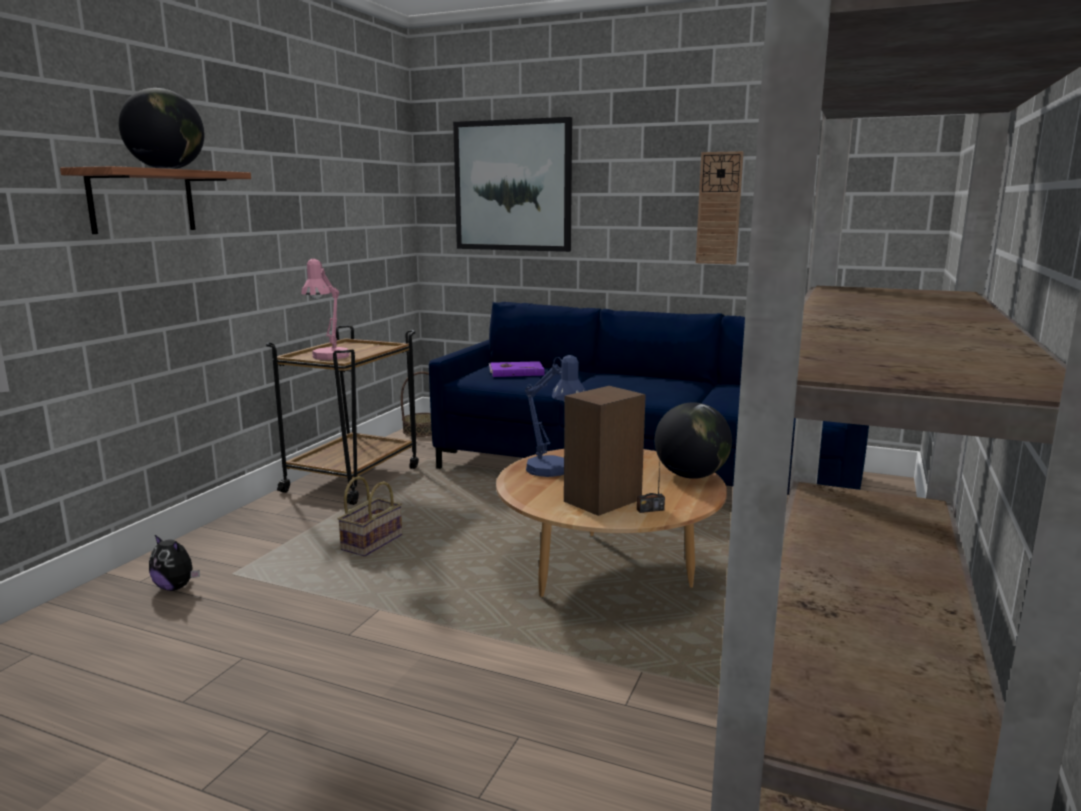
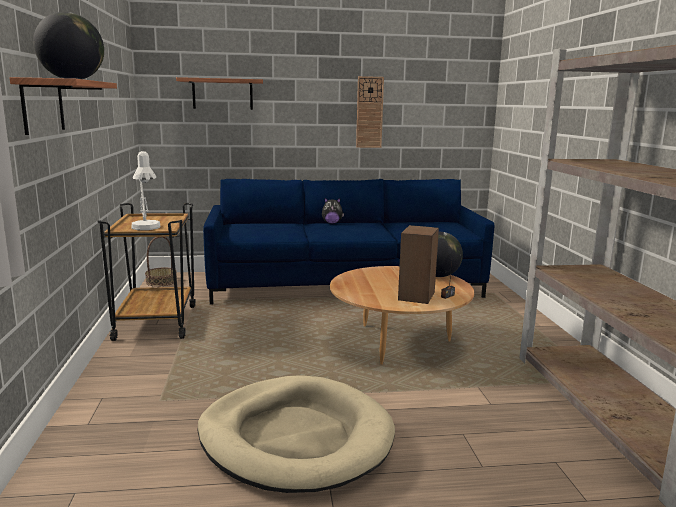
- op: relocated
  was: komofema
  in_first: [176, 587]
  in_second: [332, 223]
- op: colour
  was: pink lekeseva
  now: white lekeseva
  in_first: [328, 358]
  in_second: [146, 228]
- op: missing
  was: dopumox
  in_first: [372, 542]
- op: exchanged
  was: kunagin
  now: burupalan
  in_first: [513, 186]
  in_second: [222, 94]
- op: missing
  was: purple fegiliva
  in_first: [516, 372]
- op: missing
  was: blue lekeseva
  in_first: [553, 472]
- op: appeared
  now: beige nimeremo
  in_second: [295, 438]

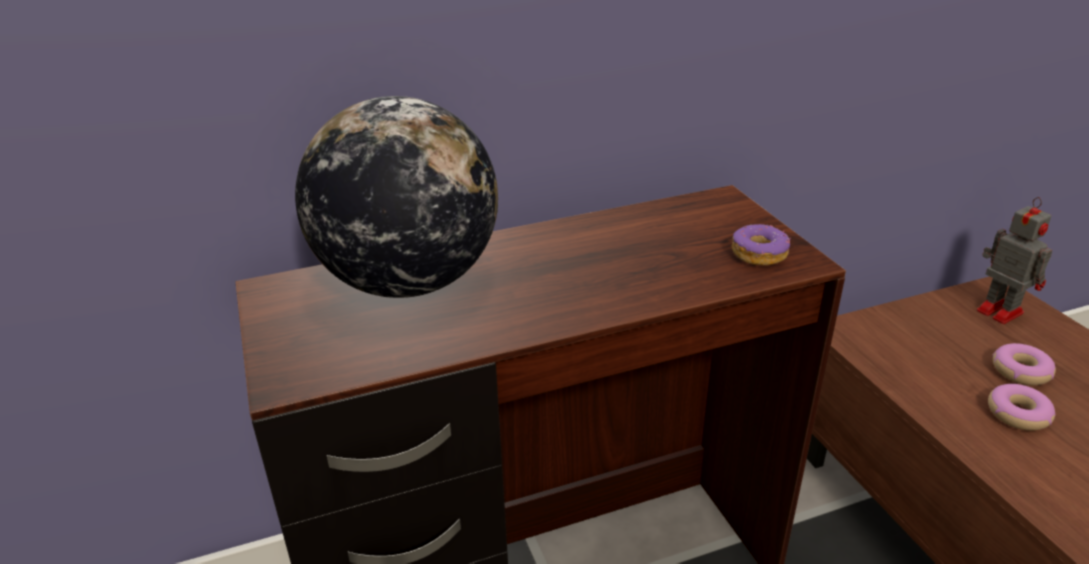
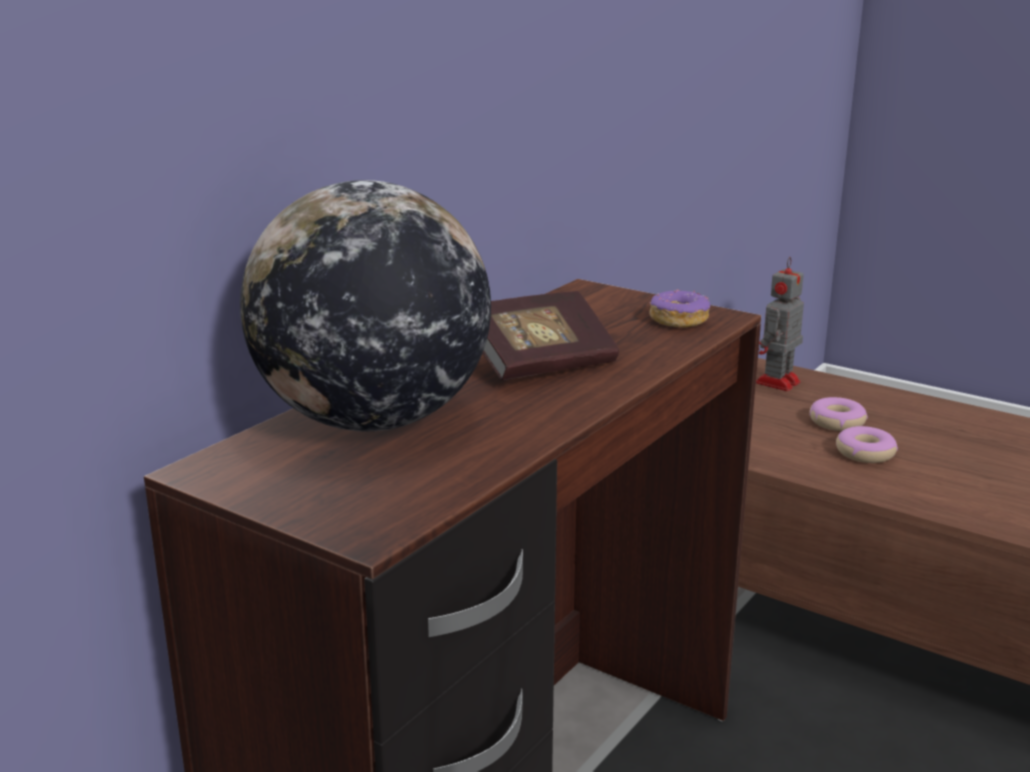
- op: spun
  was: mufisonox
  in_first: [997, 310]
  in_second: [776, 383]
  clockwise: -75
- op: appeared
  now: fegiliva
  in_second: [541, 364]

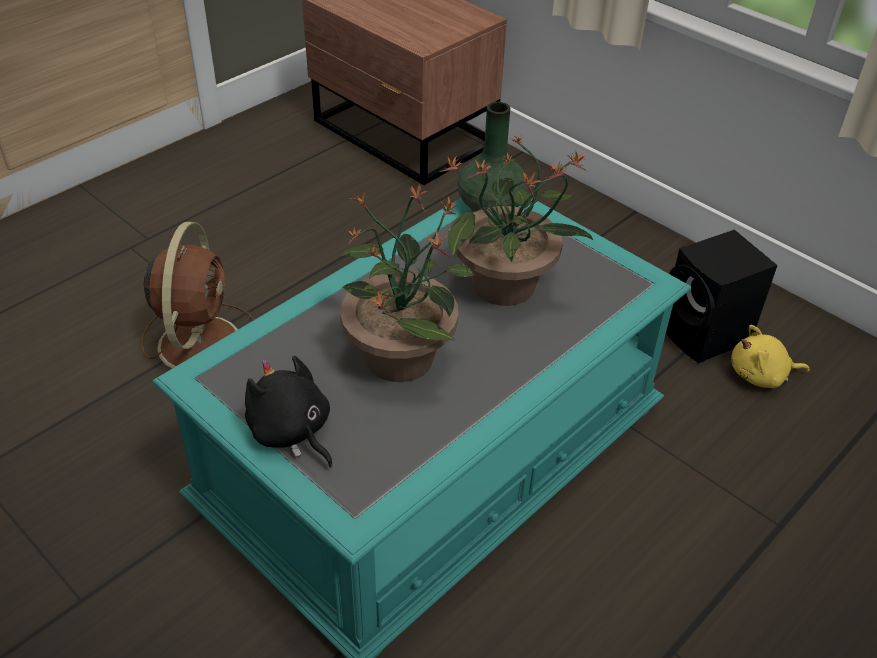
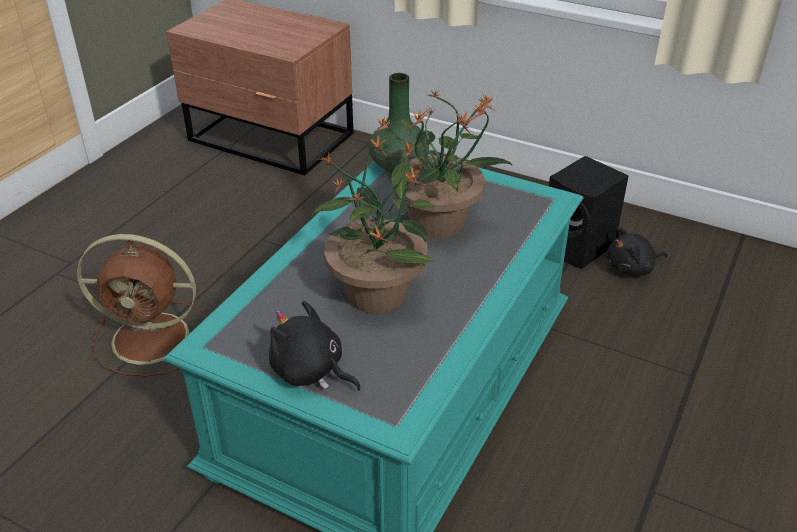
- op: spun
  was: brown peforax
  in_first: [200, 341]
  in_second: [154, 338]
  clockwise: 105
- op: colour
  was: yellow komofema
  now: black komofema
  in_first: [761, 375]
  in_second: [632, 268]

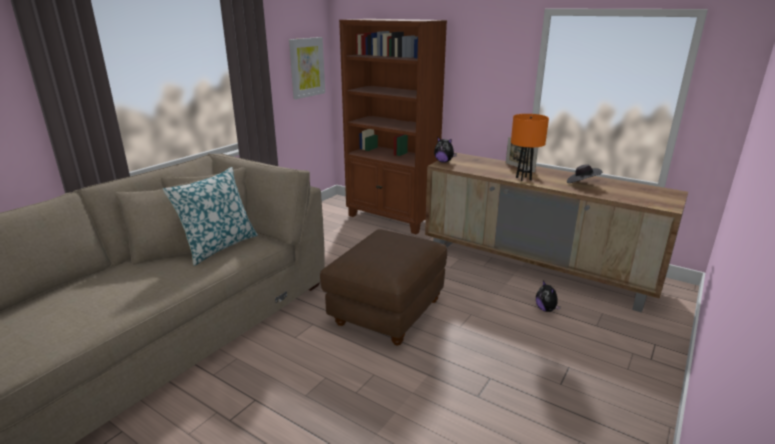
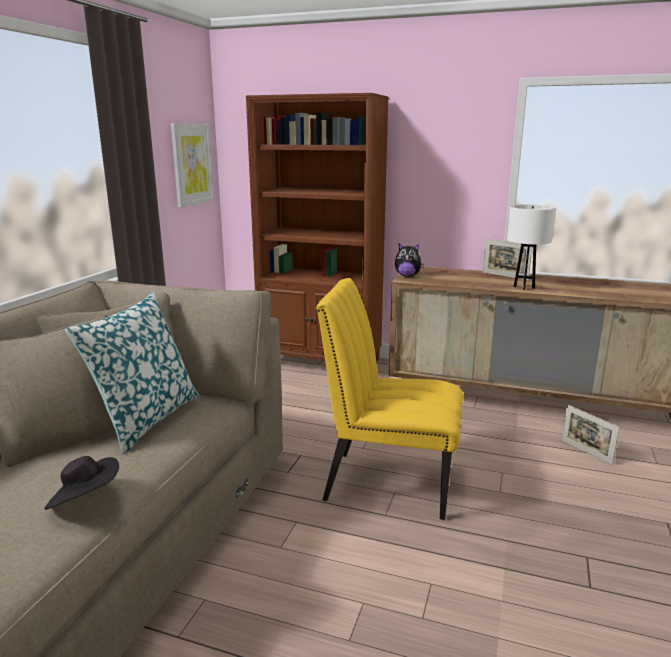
- op: exchanged
  was: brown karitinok
  now: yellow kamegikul
  in_first: [387, 310]
  in_second: [390, 484]
- op: colour
  was: orange lekeseva
  now: white lekeseva
  in_first: [523, 178]
  in_second: [523, 287]
- op: exchanged
  was: komofema
  now: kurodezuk
  in_first: [546, 309]
  in_second: [586, 452]
- op: relocated
  was: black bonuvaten
  in_first: [582, 183]
  in_second: [85, 500]

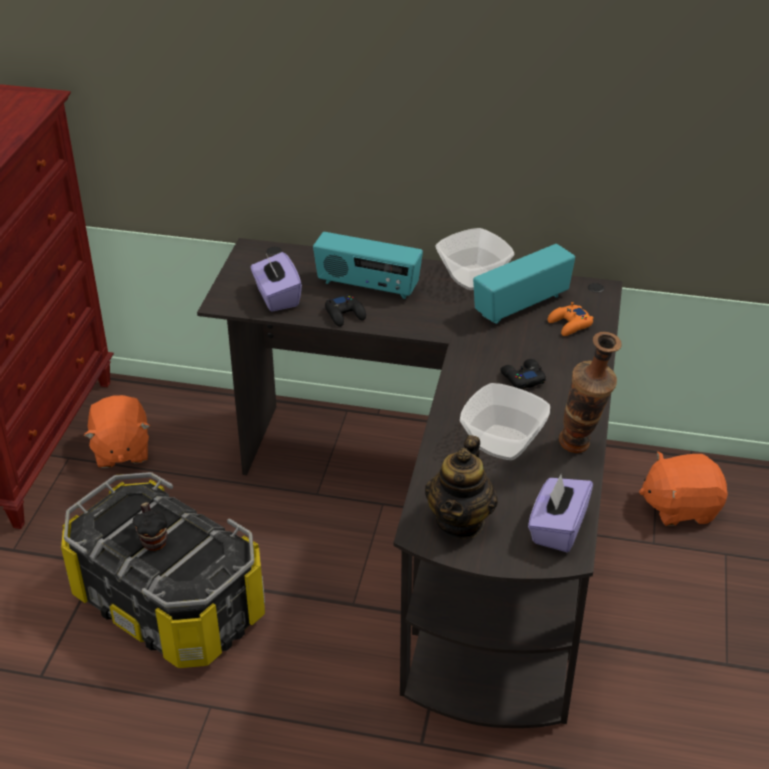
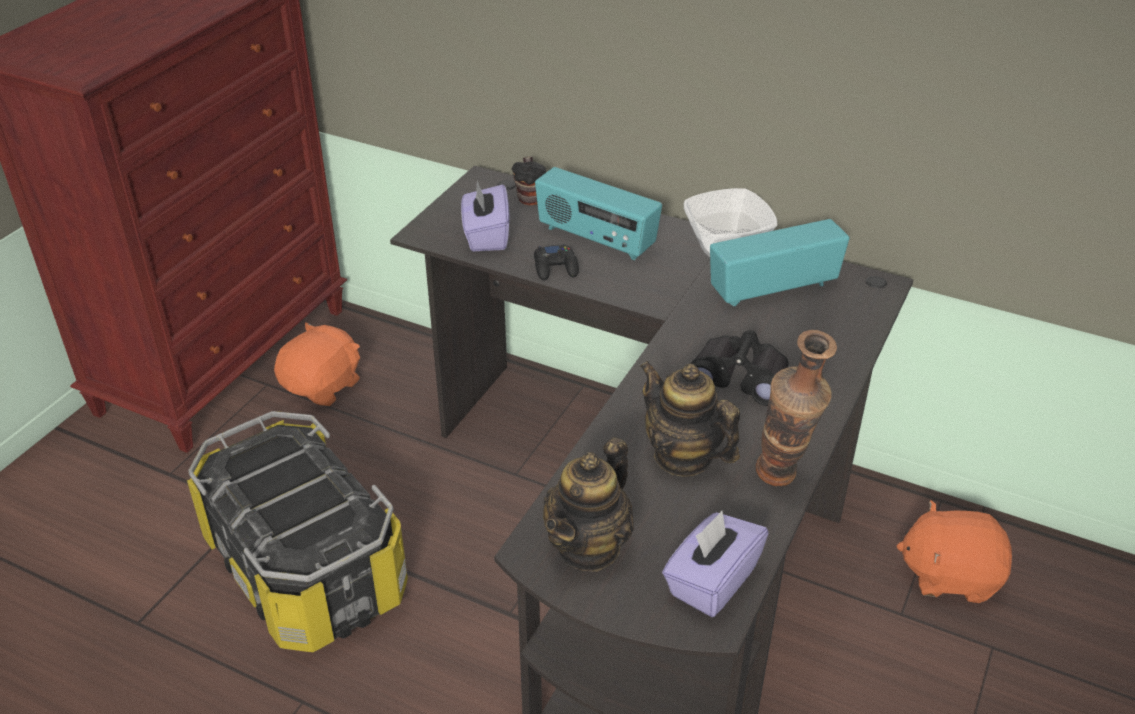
- op: spun
  was: orange komofema
  in_first: [121, 450]
  in_second: [323, 386]
  clockwise: -150
- op: relocated
  was: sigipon
  in_first: [153, 539]
  in_second: [530, 196]
- op: exchanged
  was: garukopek
  now: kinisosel
  in_first: [503, 444]
  in_second: [683, 456]
- op: exchanged
  was: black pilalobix
  now: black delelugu
  in_first: [522, 378]
  in_second: [740, 378]
- op: missing
  was: orange pilalobix
  in_first: [570, 324]

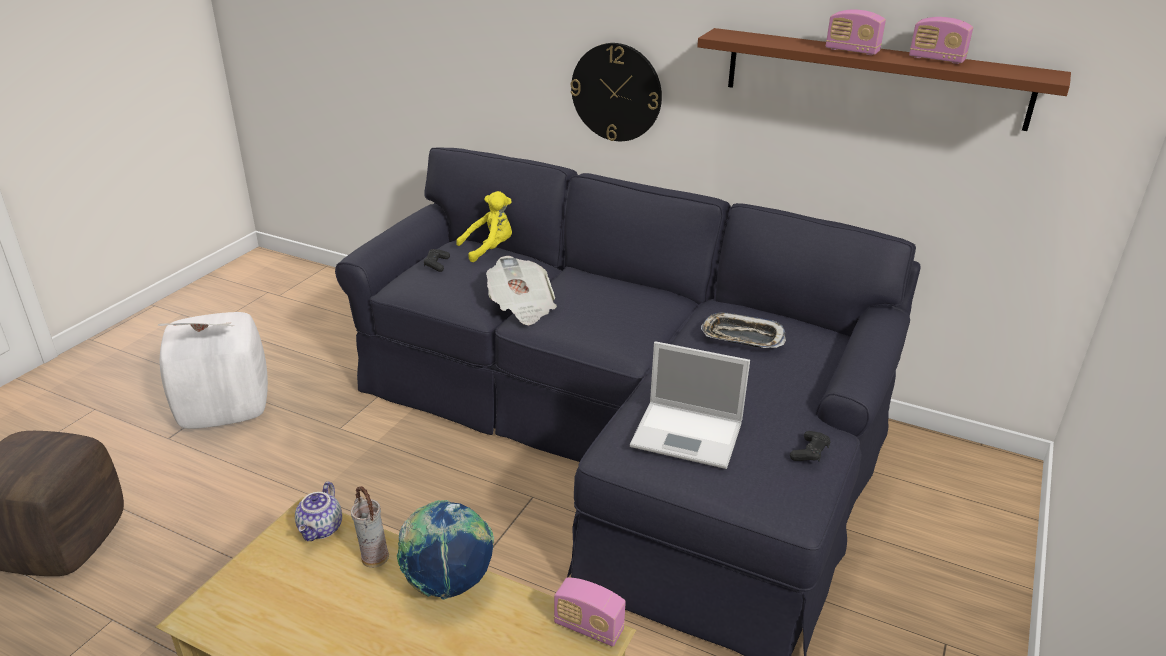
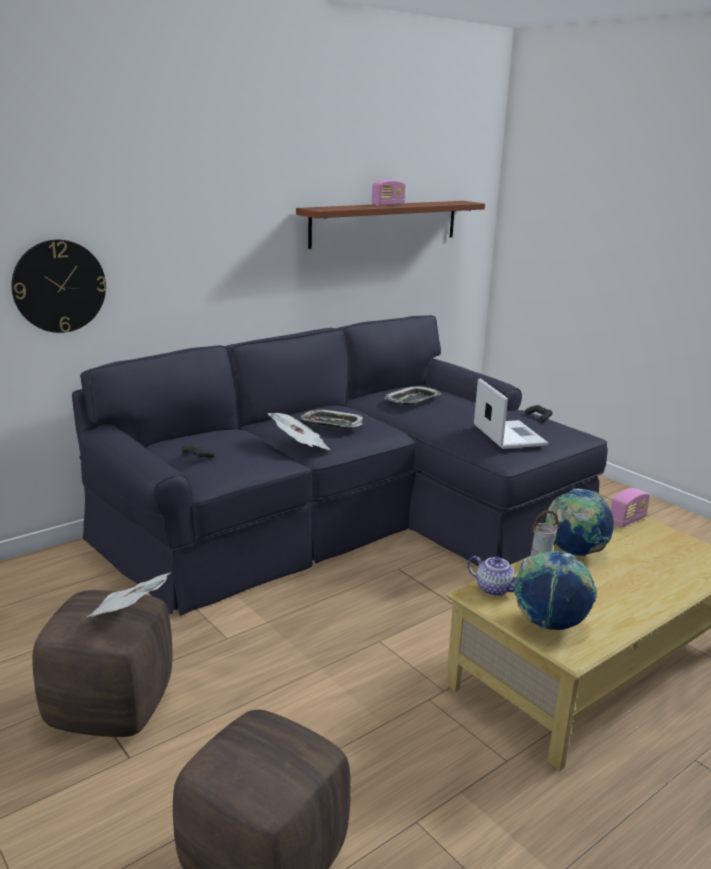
- op: colour
  was: white karitinok
  now: brown karitinok
  in_first: [225, 407]
  in_second: [110, 707]
- op: missing
  was: yellow komofema
  in_first: [489, 249]
- op: relocated
  was: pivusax
  in_first: [616, 92]
  in_second: [59, 286]
- op: spun
  was: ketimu
  in_first: [689, 435]
  in_second: [508, 435]
  clockwise: -60
- op: missing
  was: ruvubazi
  in_first: [936, 59]
- op: appeared
  now: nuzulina
  in_second: [331, 423]
- op: appeared
  now: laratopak
  in_second: [549, 624]

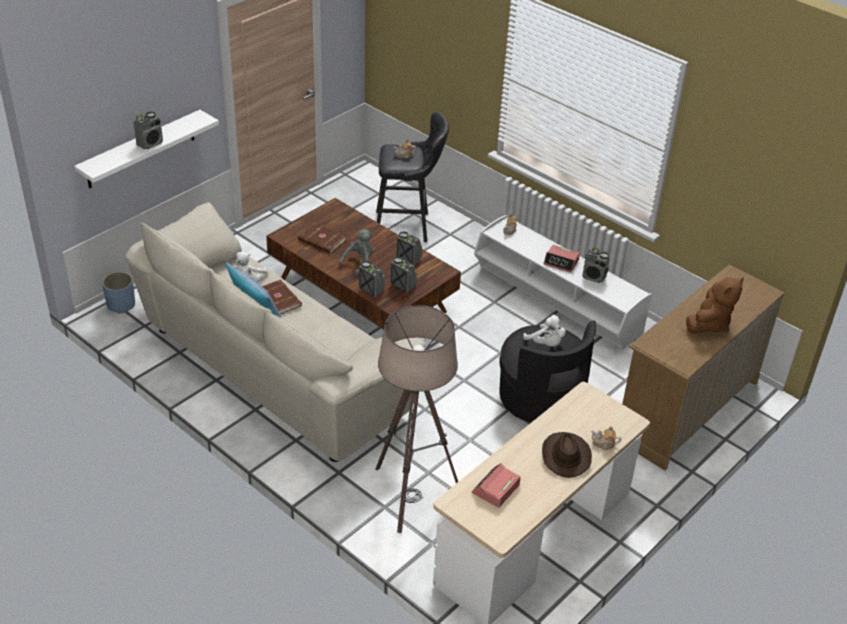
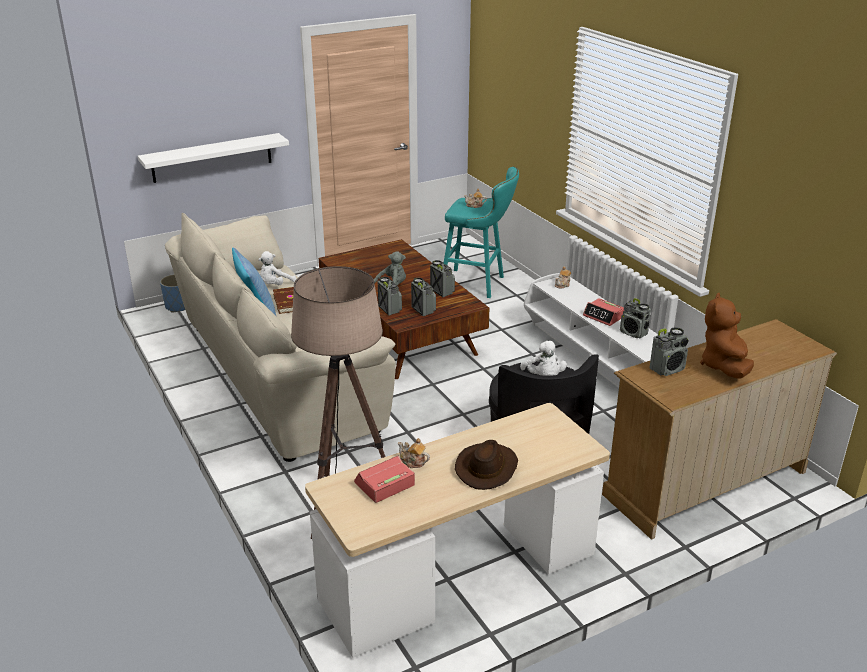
- op: relocated
  was: ruvubazi
  in_first: [150, 143]
  in_second: [667, 369]
- op: missing
  was: brown fegiliva
  in_first: [321, 240]
- op: colour
  was: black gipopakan
  now: turquoise gipopakan
  in_first: [409, 226]
  in_second: [480, 284]
- op: relocated
  was: kinisosel
  in_first: [604, 444]
  in_second: [412, 462]
- op: spun
  was: brown komofema
  in_first: [709, 324]
  in_second: [724, 366]
  clockwise: 135

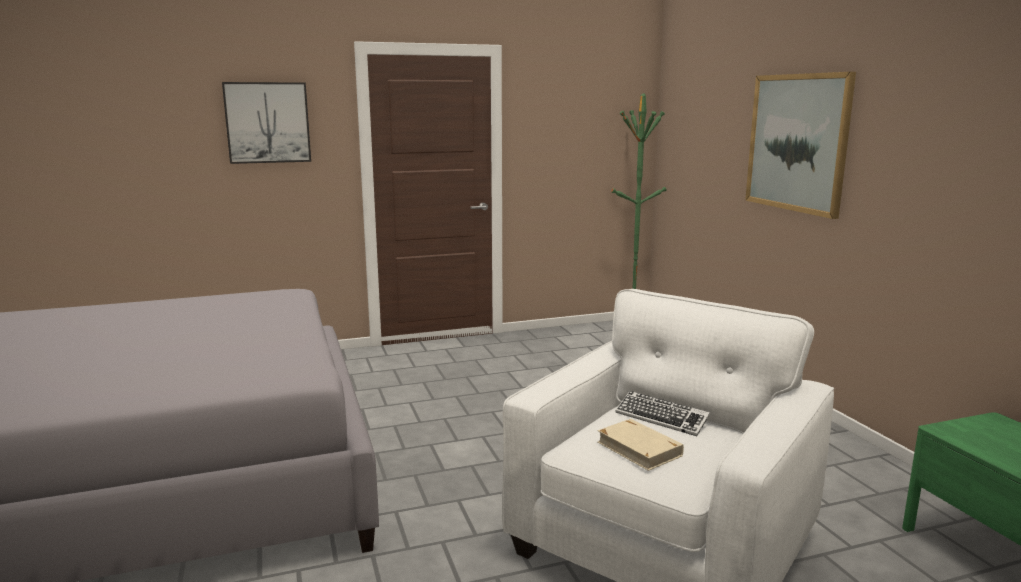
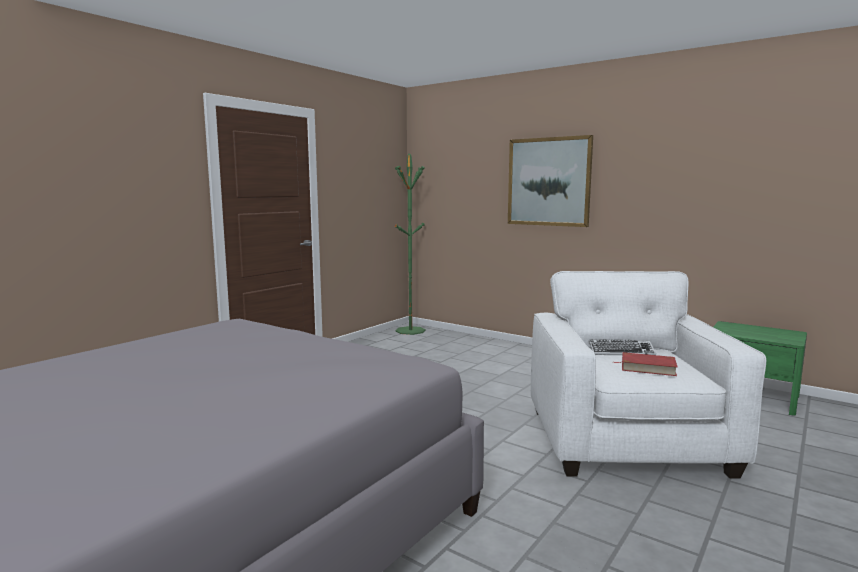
- op: missing
  was: kunagin
  in_first: [267, 122]
- op: colour
  was: beige fegiliva
  now: red fegiliva
  in_first: [639, 448]
  in_second: [647, 368]

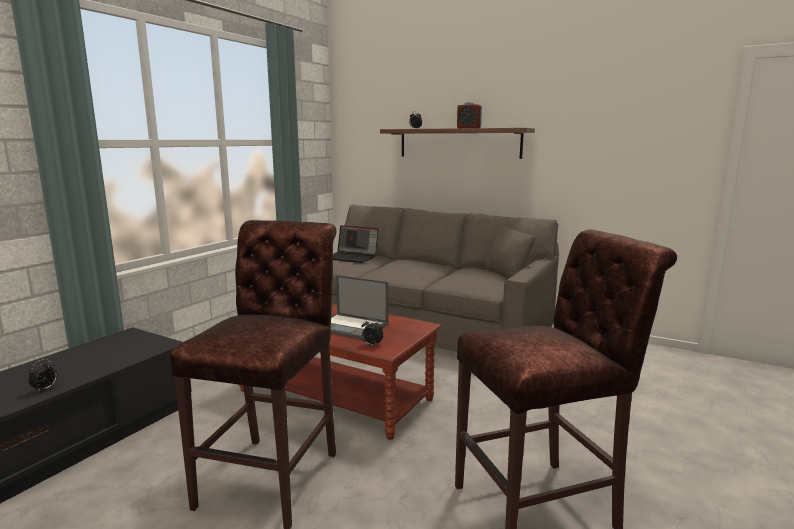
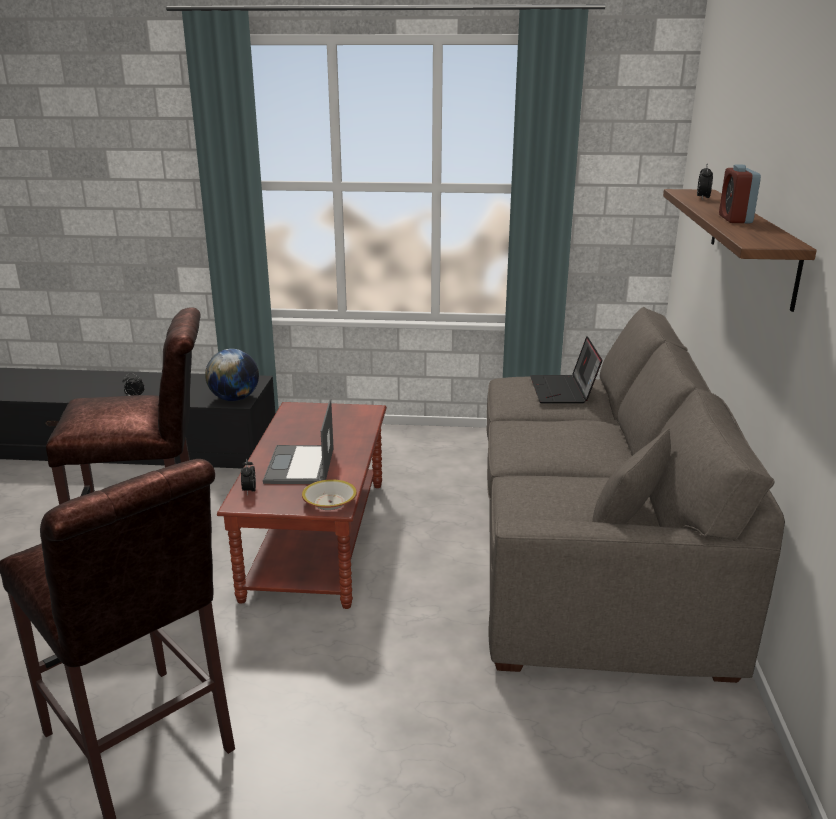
- op: appeared
  now: laratopak
  in_second: [234, 398]
- op: appeared
  now: garukopek
  in_second: [330, 502]

